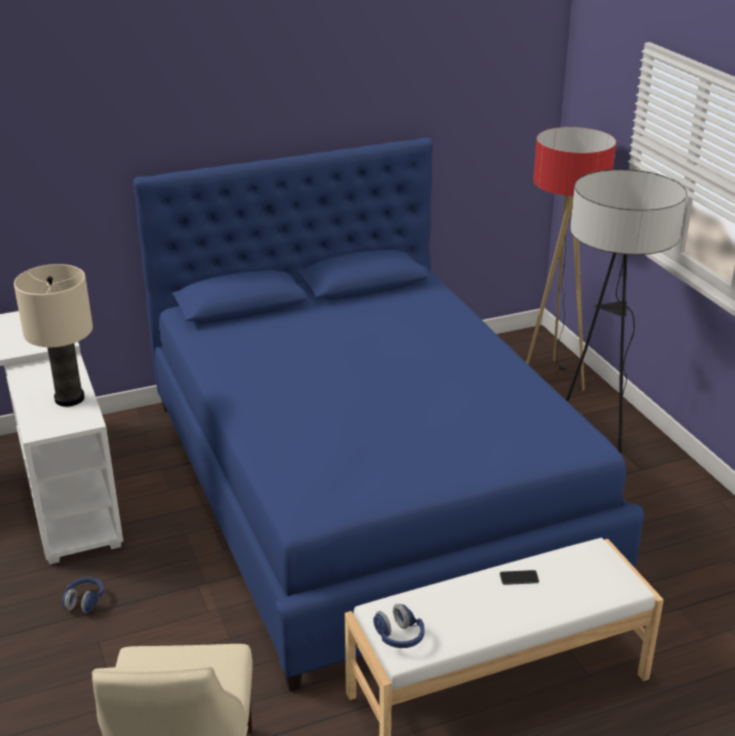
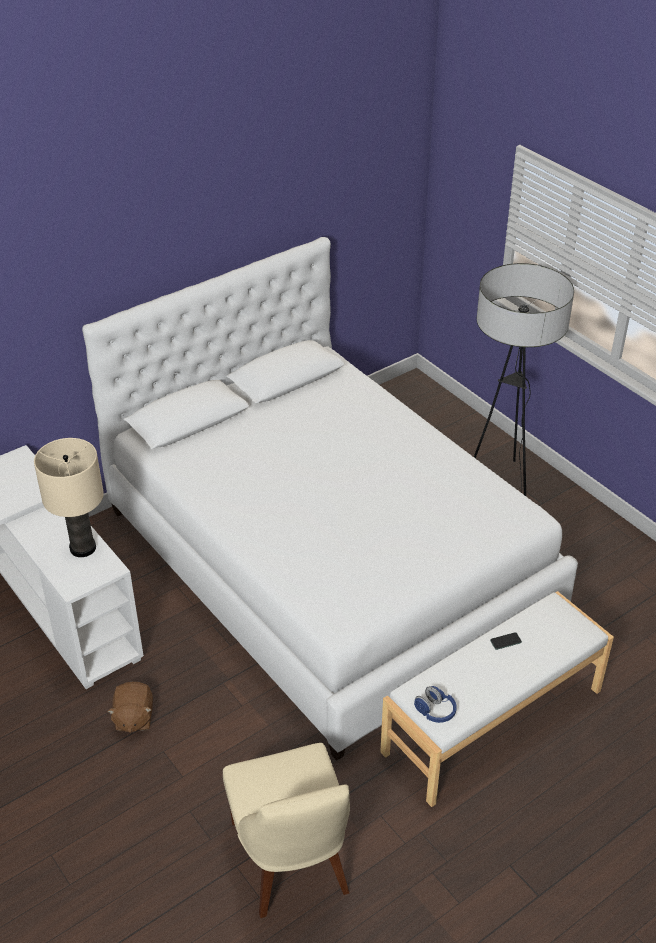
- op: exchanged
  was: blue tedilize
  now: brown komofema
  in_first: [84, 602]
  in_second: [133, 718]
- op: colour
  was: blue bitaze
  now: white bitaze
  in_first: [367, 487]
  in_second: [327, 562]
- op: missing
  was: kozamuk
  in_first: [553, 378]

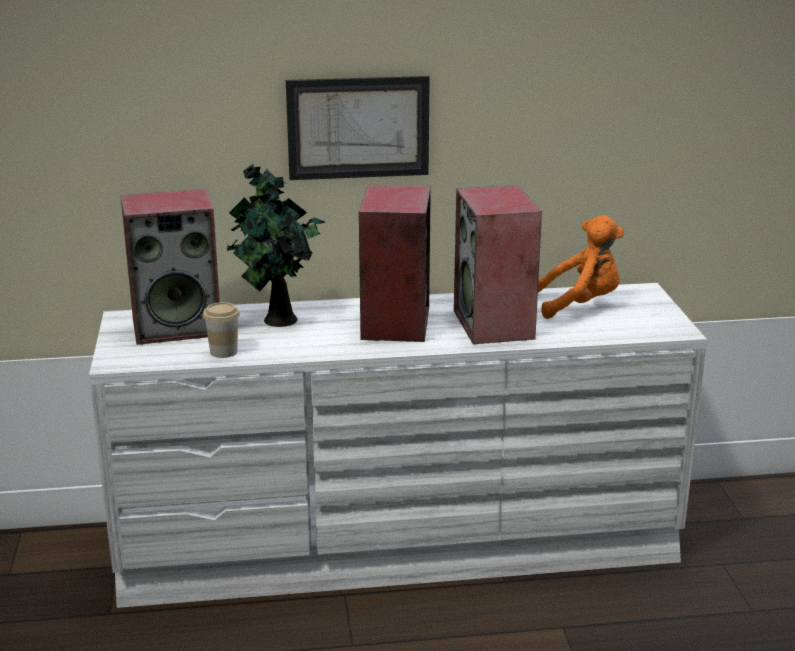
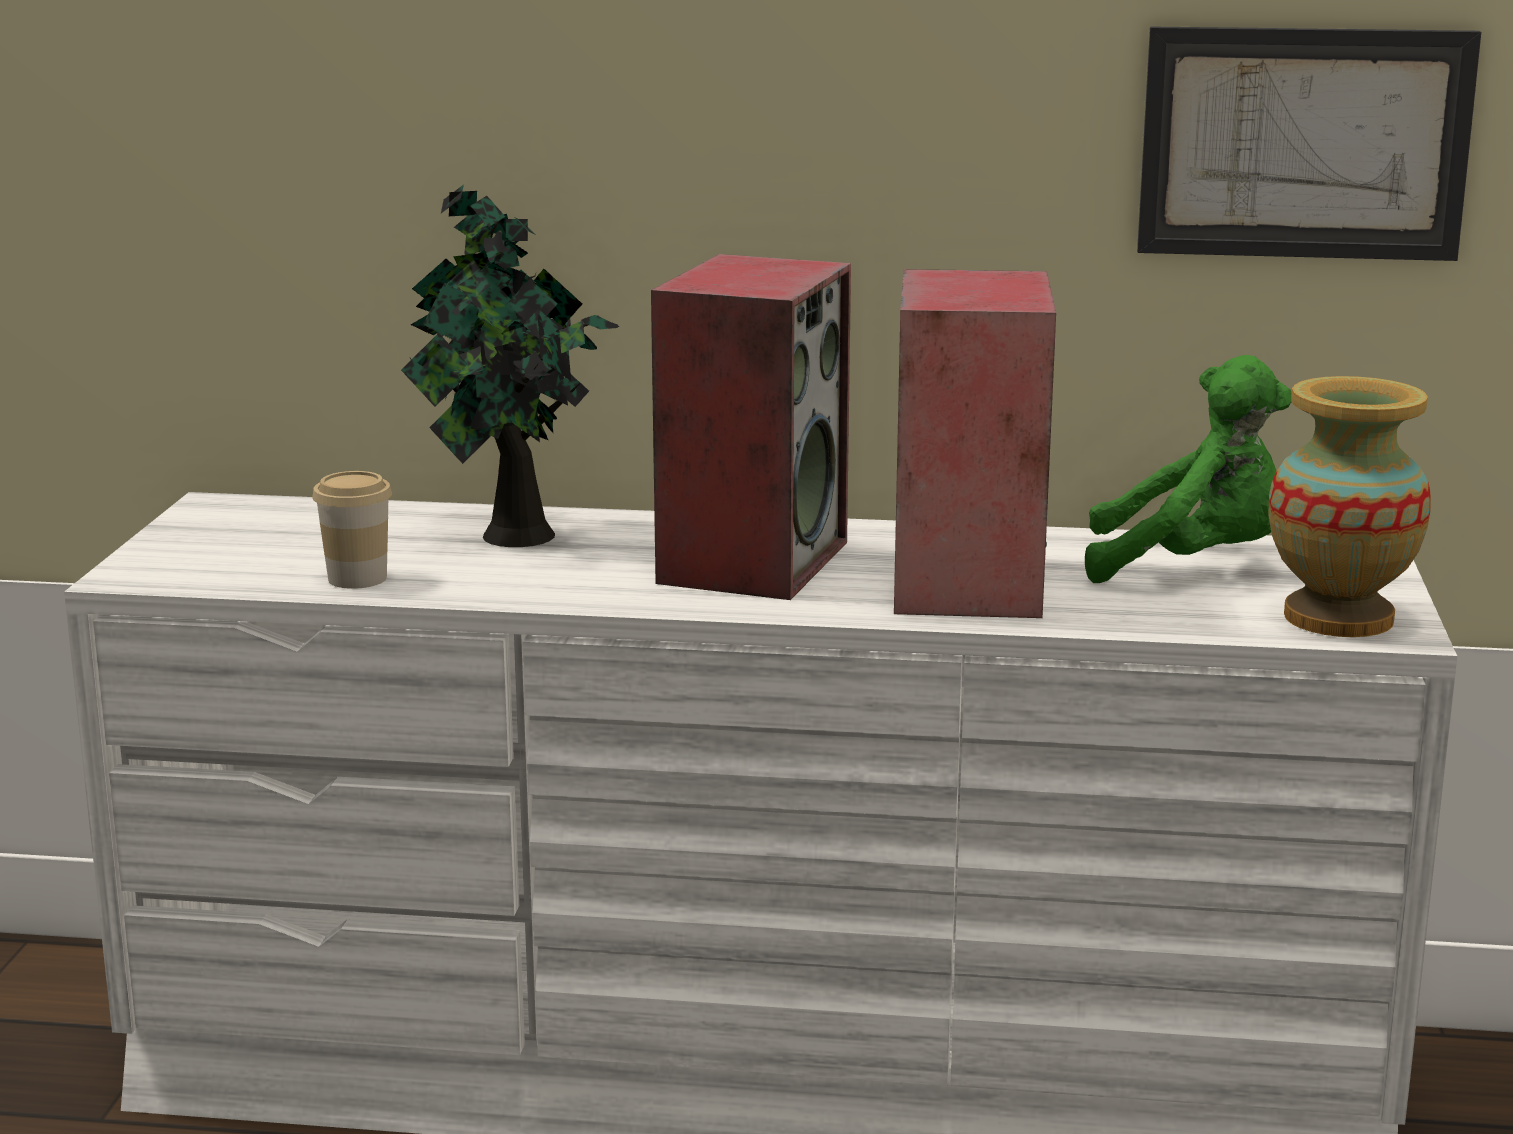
- op: missing
  was: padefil
  in_first: [178, 326]
- op: relocated
  was: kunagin
  in_first: [358, 127]
  in_second: [1304, 143]
- op: colour
  was: orange komofema
  now: green komofema
  in_first: [580, 305]
  in_second: [1192, 566]
- op: appeared
  now: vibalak
  in_second: [1337, 618]

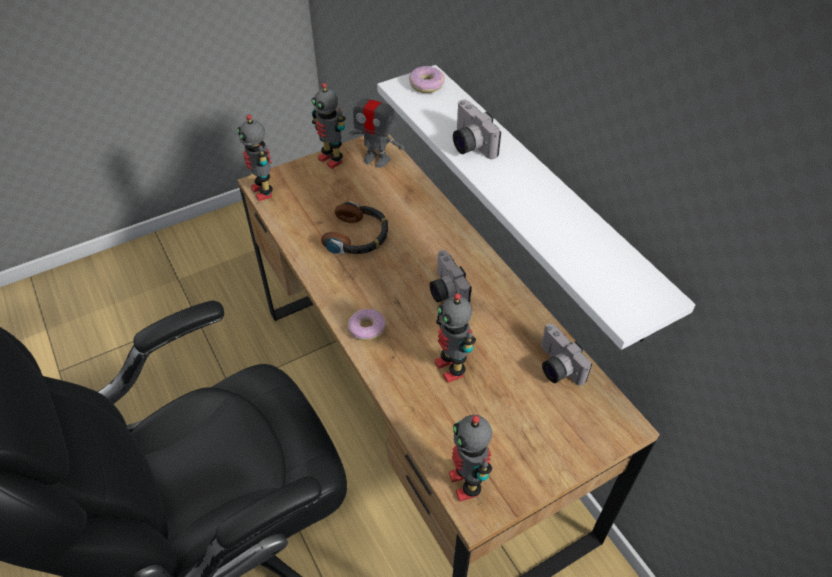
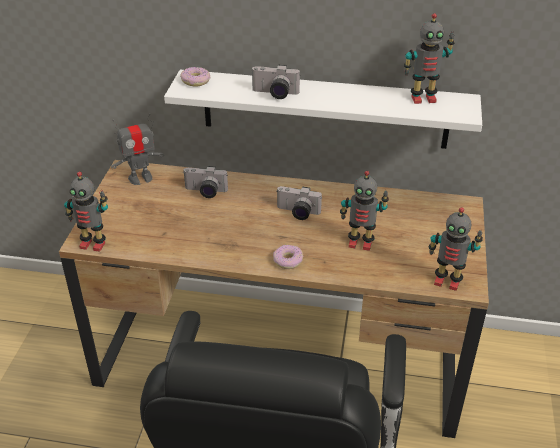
- op: relocated
  was: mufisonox
  in_first: [331, 160]
  in_second: [423, 98]
- op: missing
  was: tedilize
  in_first: [358, 236]
- op: relocated
  was: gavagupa
  in_first: [555, 367]
  in_second: [205, 192]

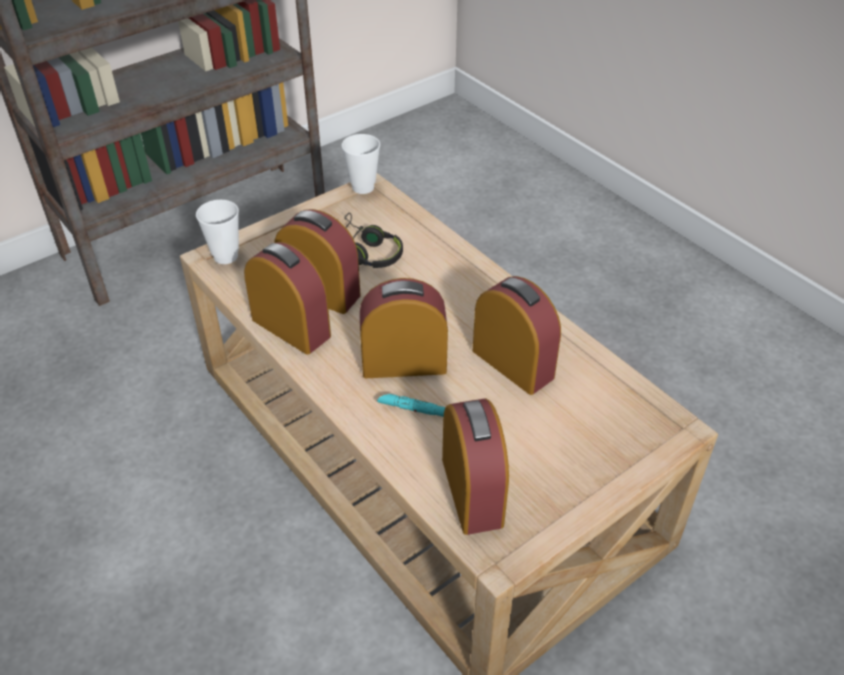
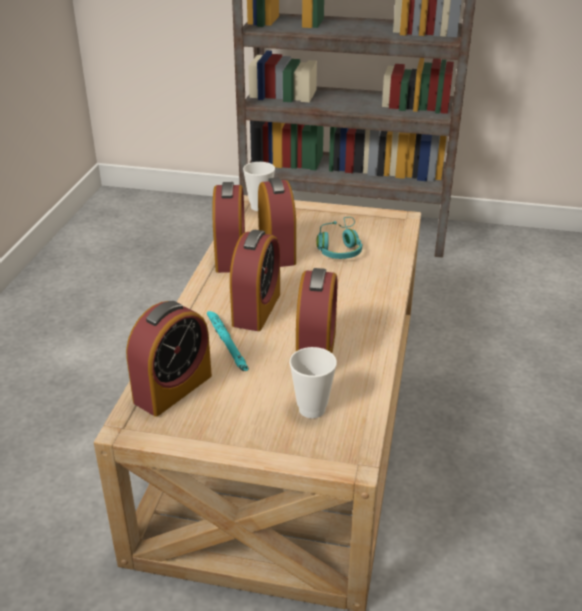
- op: relocated
  was: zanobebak
  in_first: [363, 187]
  in_second: [312, 409]
- op: colour
  was: black tedilize
  now: turquoise tedilize
  in_first: [368, 252]
  in_second: [340, 248]
- op: spun
  was: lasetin
  in_first: [404, 363]
  in_second: [256, 309]
  clockwise: 60

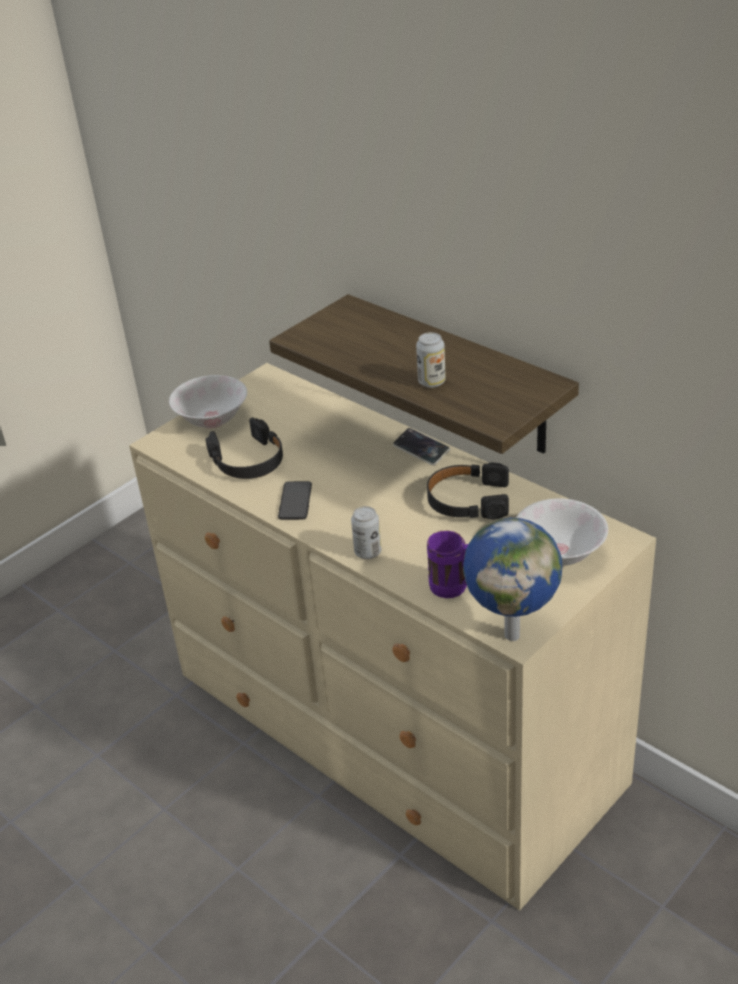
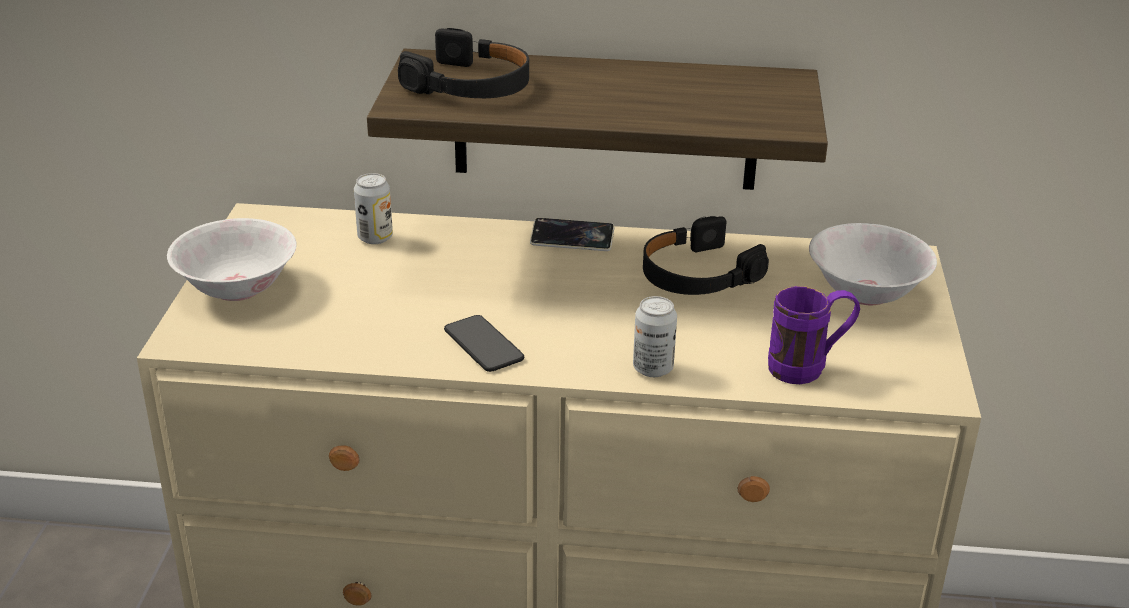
- op: relocated
  was: black tedilize
  in_first: [248, 460]
  in_second: [470, 84]
- op: relocated
  was: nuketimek
  in_first: [431, 382]
  in_second: [375, 237]
- op: missing
  was: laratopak
  in_first: [512, 634]

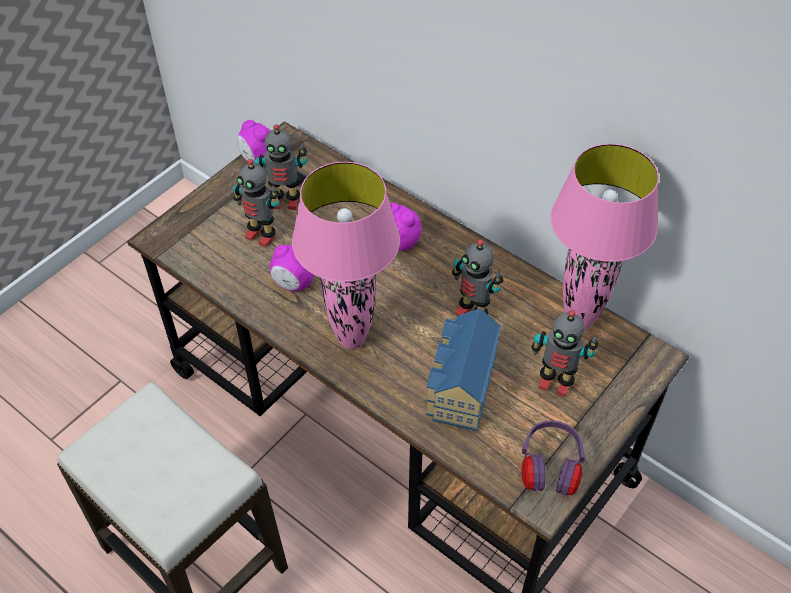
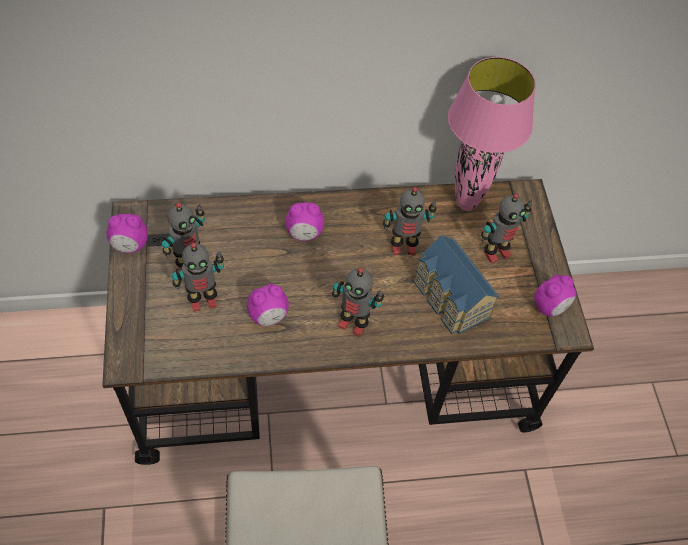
- op: exchanged
  was: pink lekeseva
  now: mufisonox
  in_first: [352, 340]
  in_second: [353, 323]
- op: exchanged
  was: purple tedilize
  now: lasetin
  in_first: [549, 469]
  in_second: [549, 307]

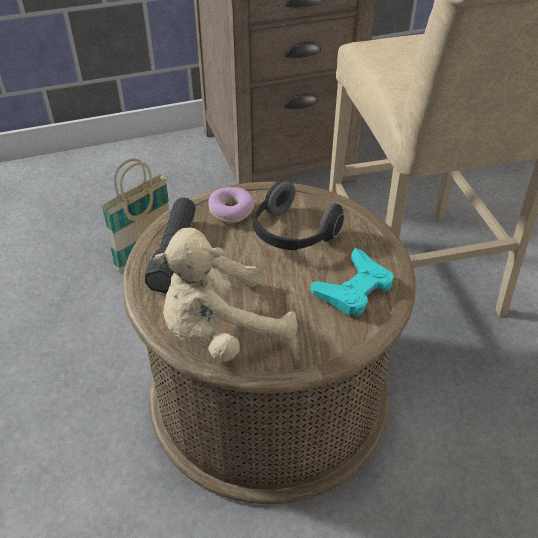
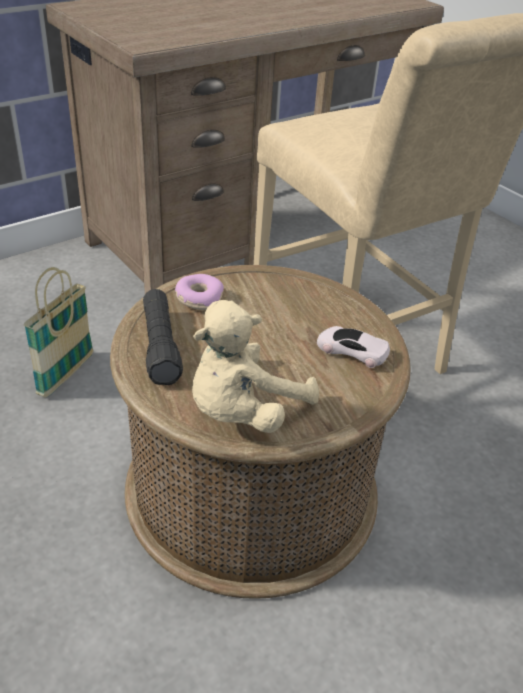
- op: missing
  was: tedilize
  in_first: [292, 234]
- op: exchanged
  was: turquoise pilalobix
  now: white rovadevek
  in_first: [354, 289]
  in_second: [351, 350]

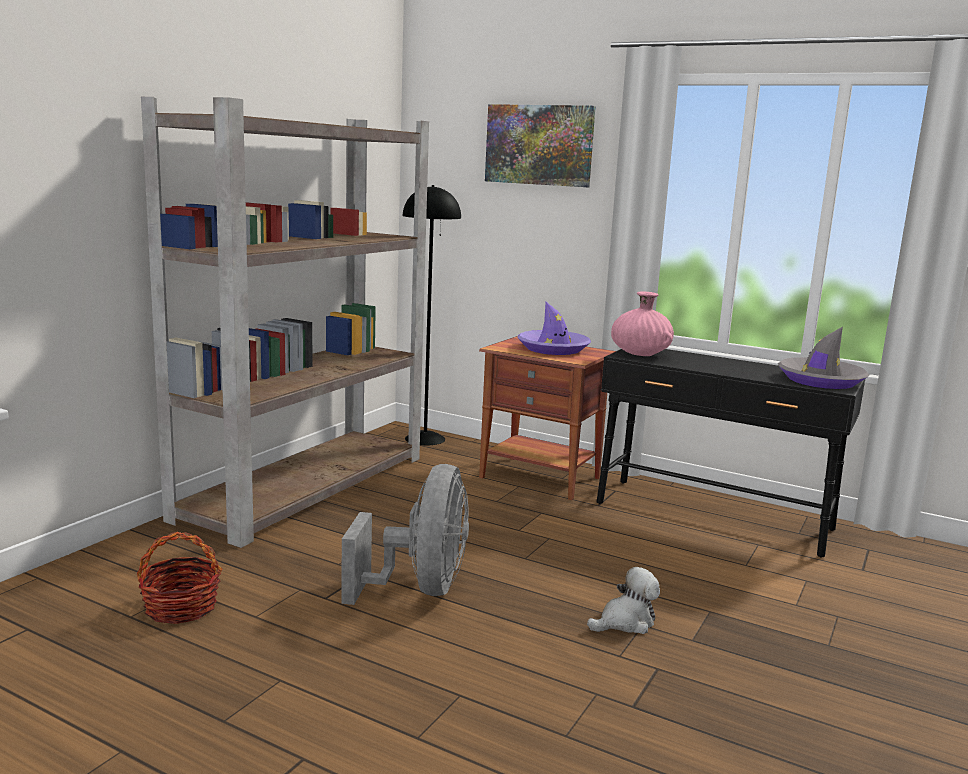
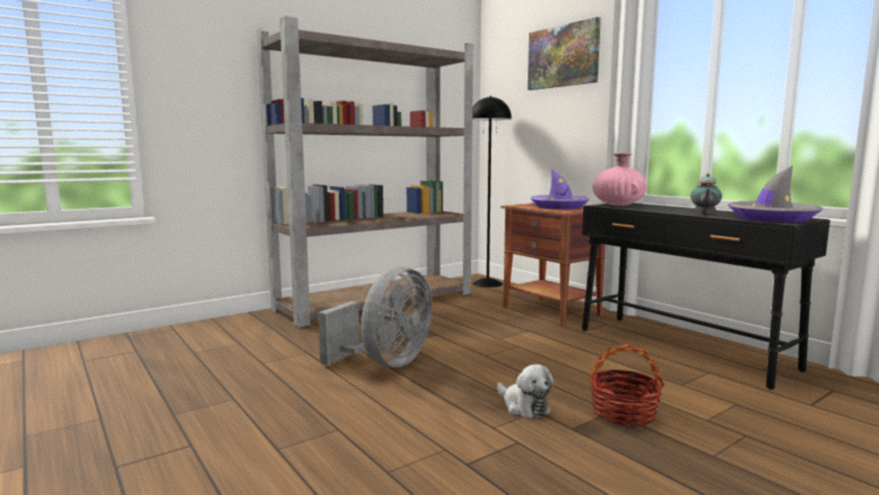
- op: relocated
  was: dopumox
  in_first: [180, 607]
  in_second: [623, 413]
- op: spun
  was: komofema
  in_first: [625, 622]
  in_second: [524, 406]
  clockwise: 60
- op: appeared
  now: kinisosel
  in_second: [704, 213]

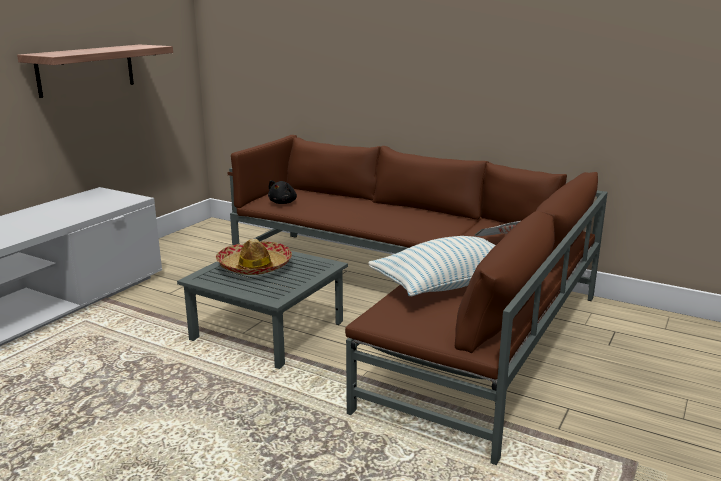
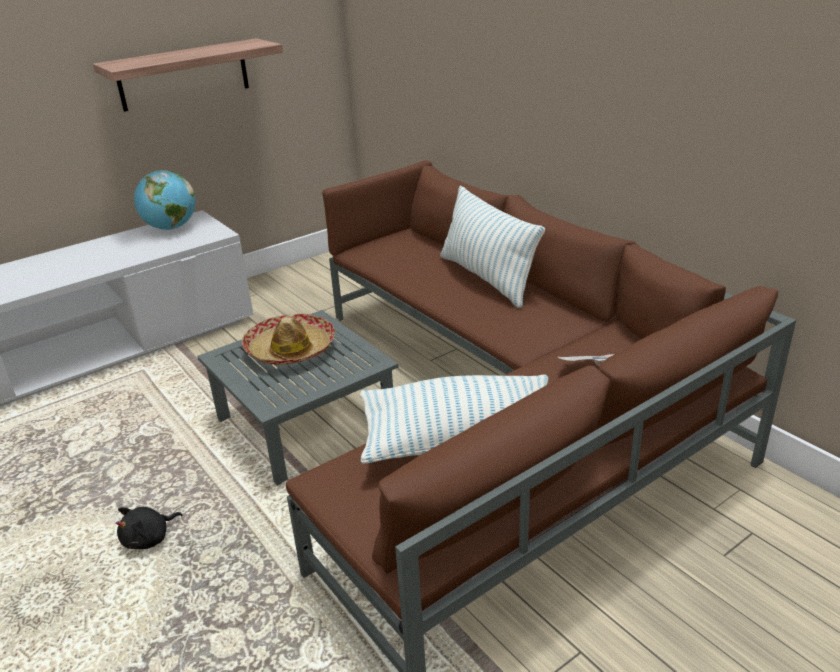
- op: relocated
  was: black komofema
  in_first: [283, 202]
  in_second: [149, 539]
- op: appeared
  now: laratopak
  in_second: [171, 228]
- op: appeared
  now: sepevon
  in_second: [487, 278]

